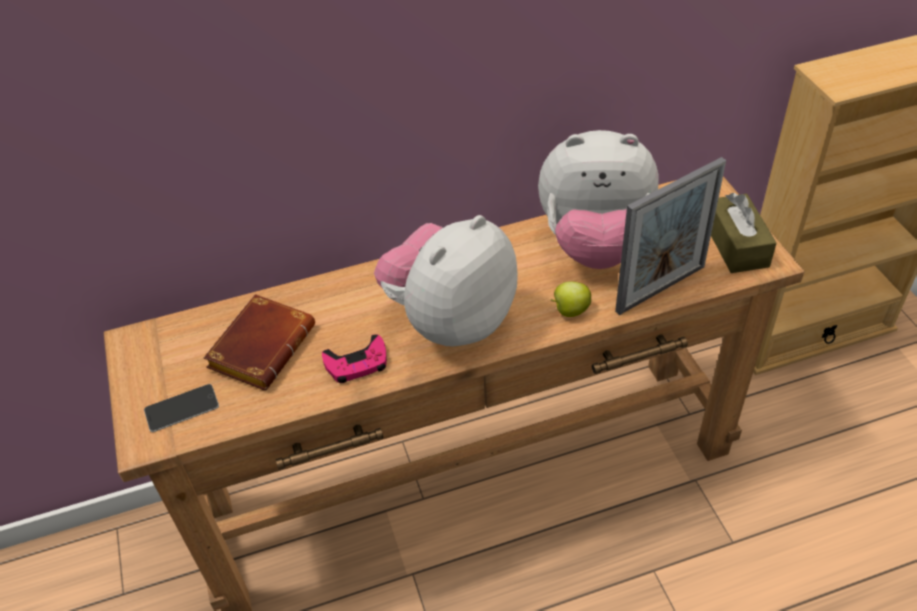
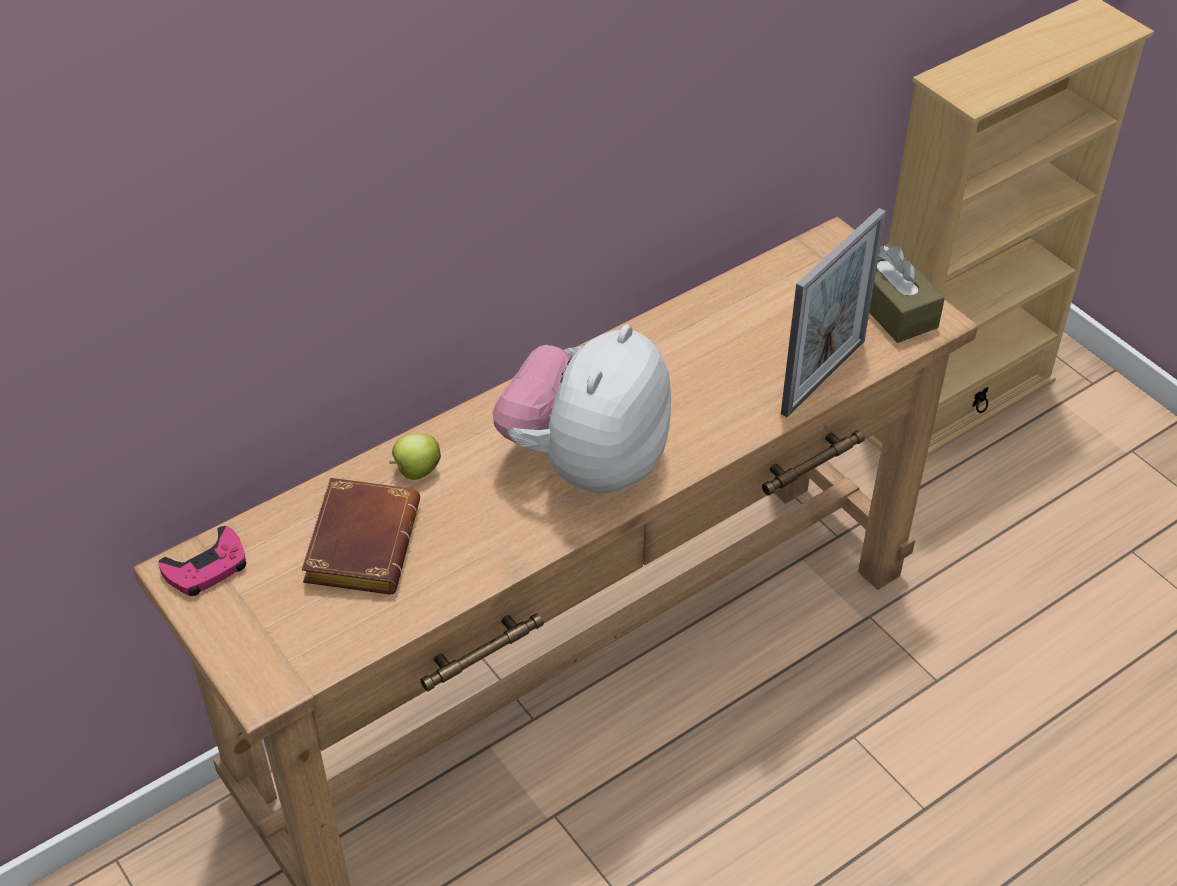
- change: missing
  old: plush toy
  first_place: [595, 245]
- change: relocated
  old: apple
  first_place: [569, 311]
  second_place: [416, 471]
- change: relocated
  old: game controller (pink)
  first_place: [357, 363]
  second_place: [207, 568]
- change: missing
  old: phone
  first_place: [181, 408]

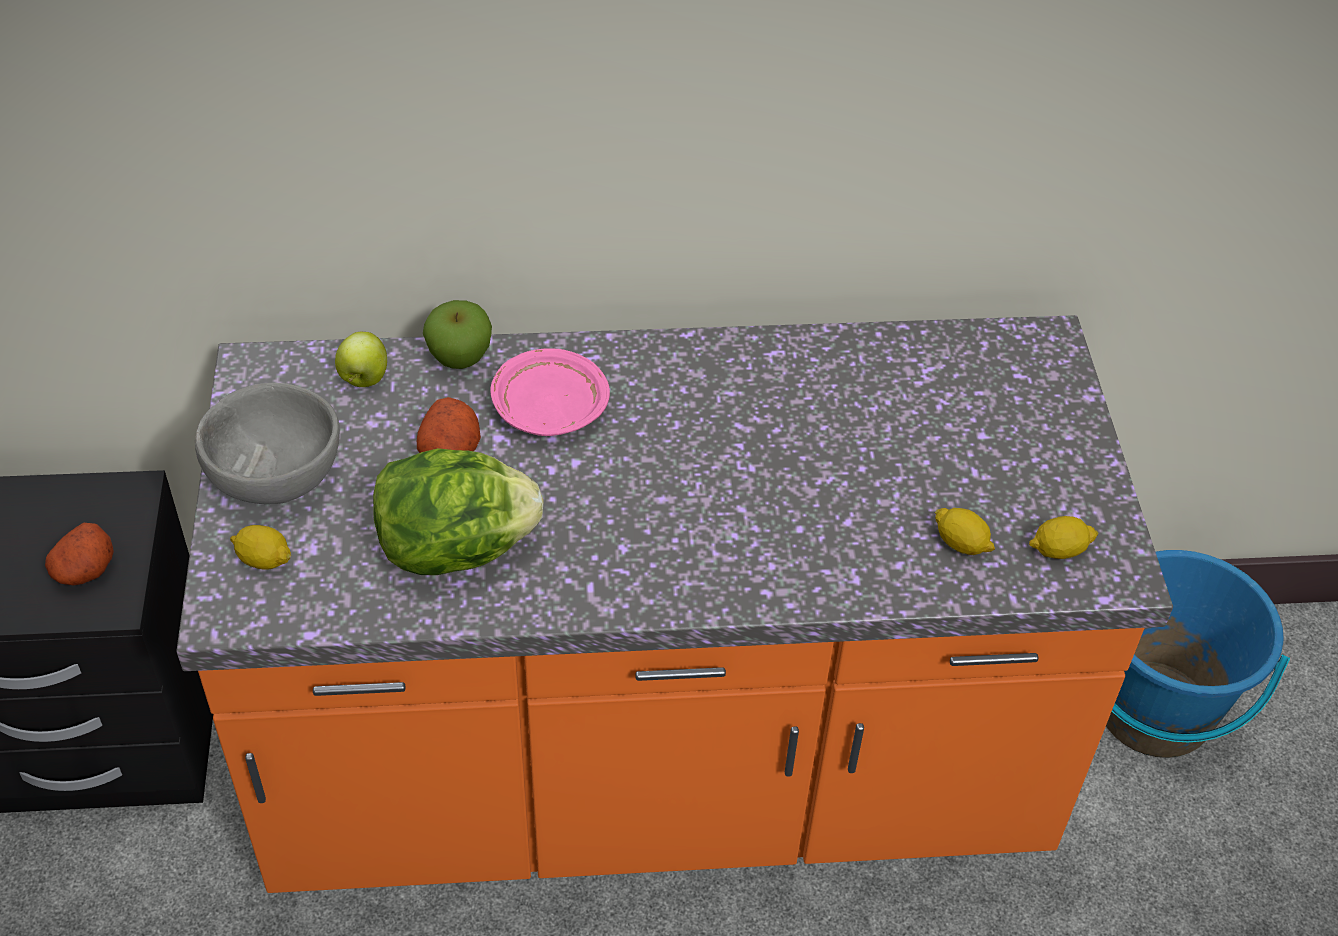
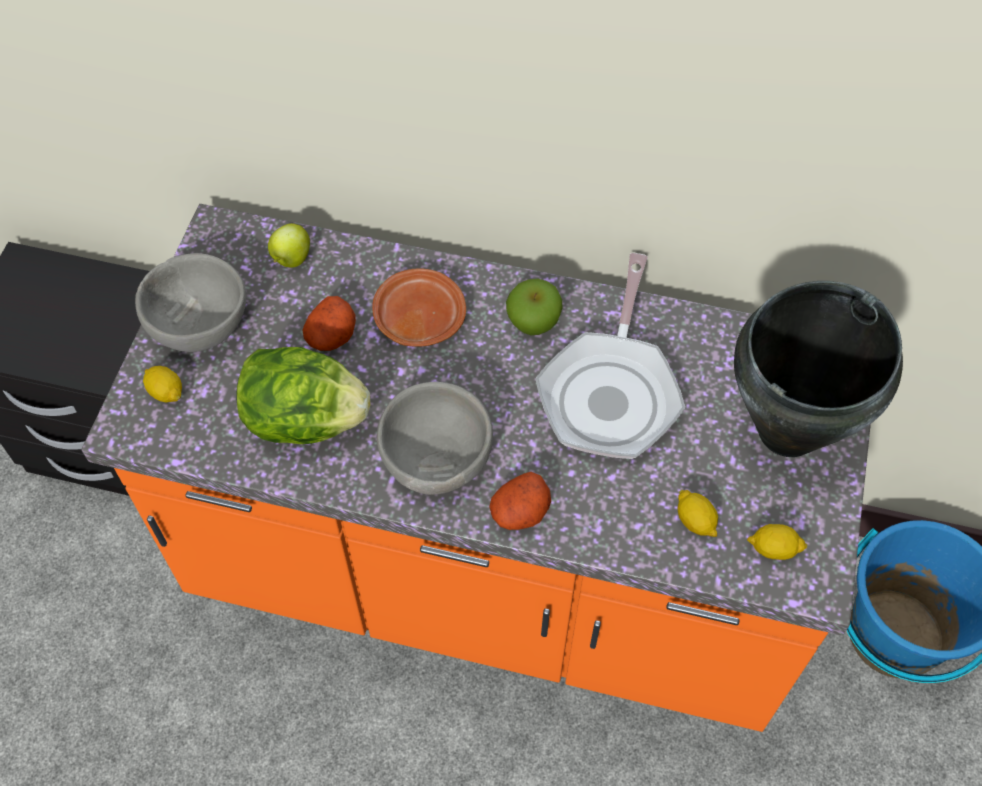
- change: relocated
  old: apple
  first_place: [460, 359]
  second_place: [533, 324]
- change: colour
  old: plate (pink)
  new: plate (brown)
  first_place: [548, 407]
  second_place: [418, 317]
- change: relocated
  old: potato
  first_place: [85, 570]
  second_place: [520, 512]
- change: appeared
  new: frying pan
  second_place: [611, 392]
- change: appeared
  new: cooking pot (black)
  second_place: [789, 431]
- change: appeared
  new: bowl (grey)
  second_place: [439, 457]

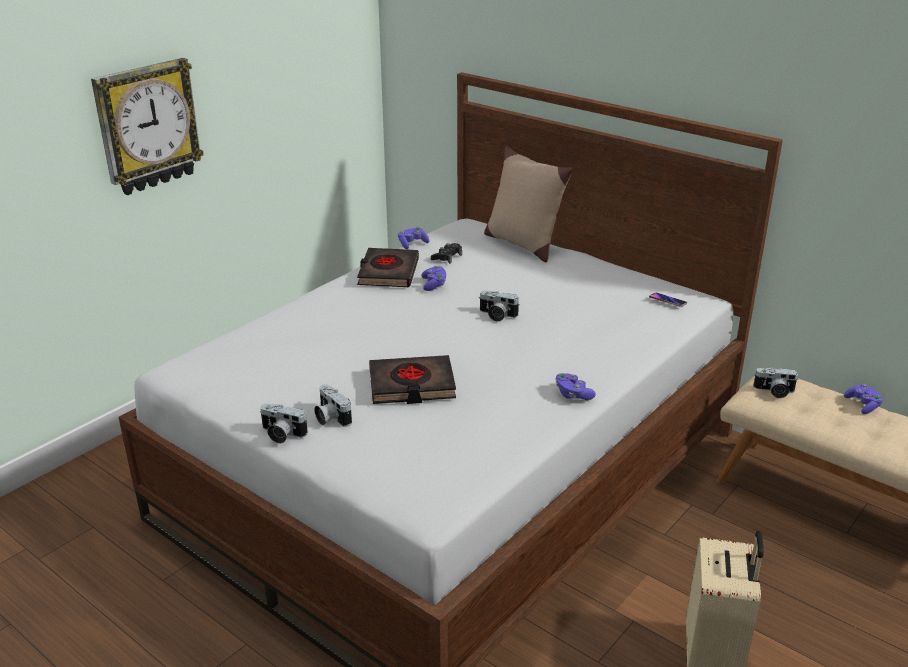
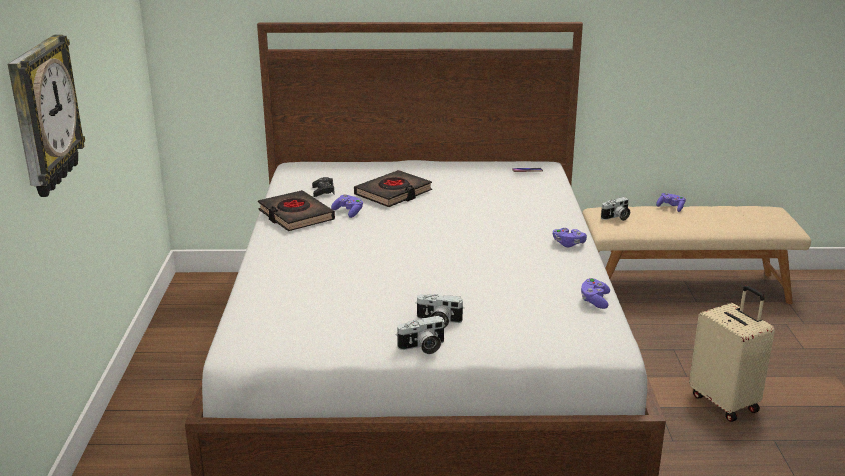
- change: missing
  old: pillow (beige)
  first_place: [523, 244]
- change: relocated
  old: game controller (purple)
  first_place: [412, 244]
  second_place: [594, 300]
- change: missing
  old: photo camera
  first_place: [497, 315]
- change: relocated
  old: book (black)
  first_place: [411, 385]
  second_place: [393, 193]

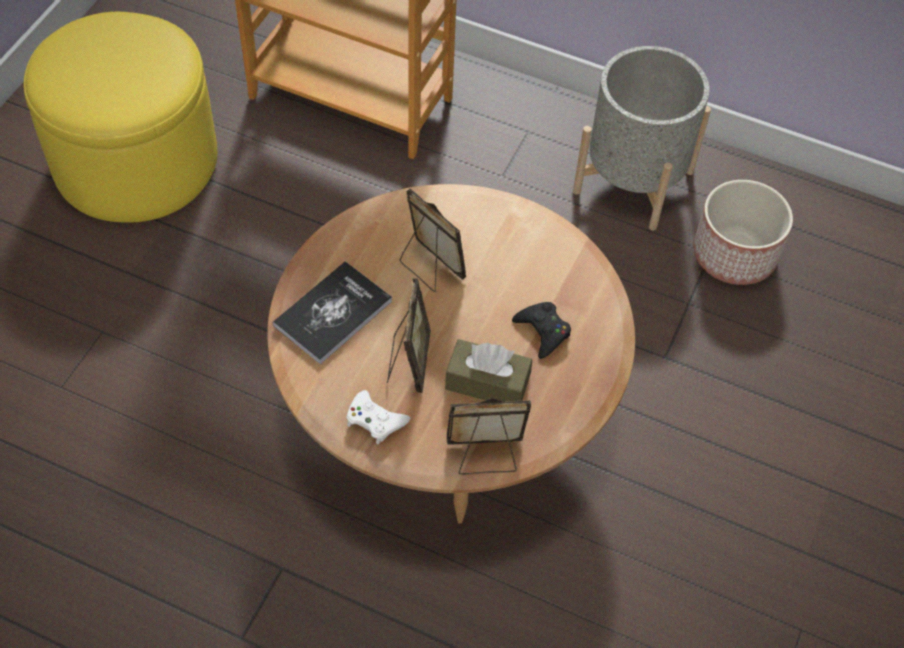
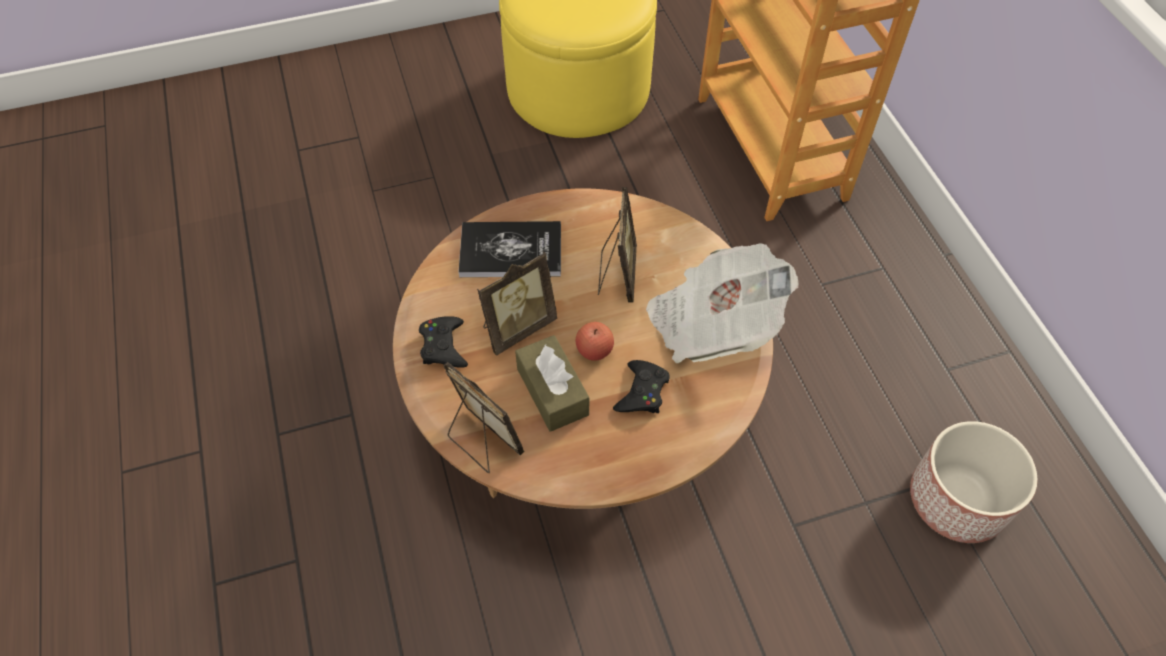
- change: missing
  old: planter (grey)
  first_place: [633, 181]
- change: colour
  old: game controller (white)
  new: game controller (black)
  first_place: [375, 420]
  second_place: [443, 346]
- change: appeared
  new: newspaper
  second_place: [713, 323]
- change: appeared
  new: apple
  second_place: [594, 350]

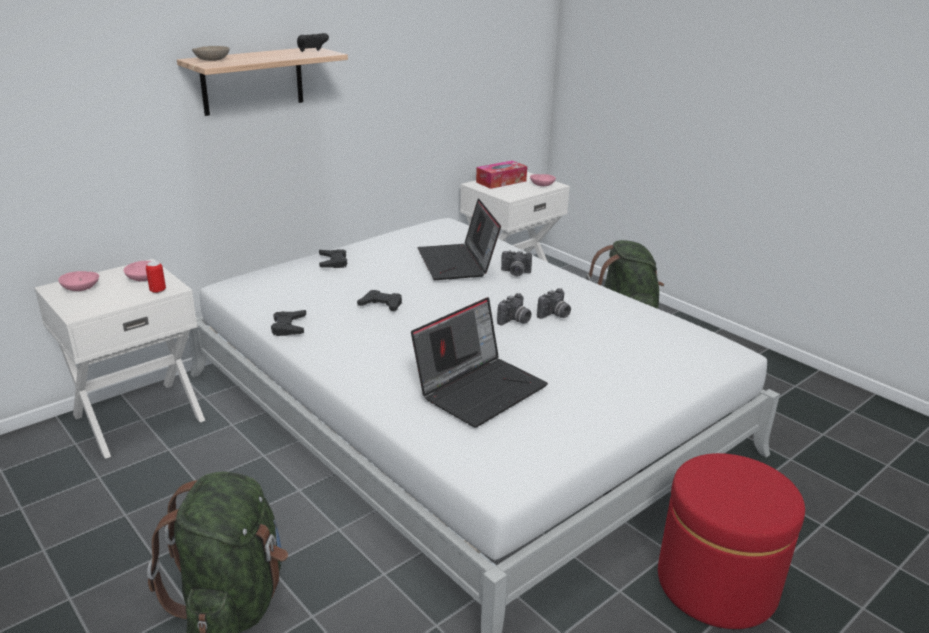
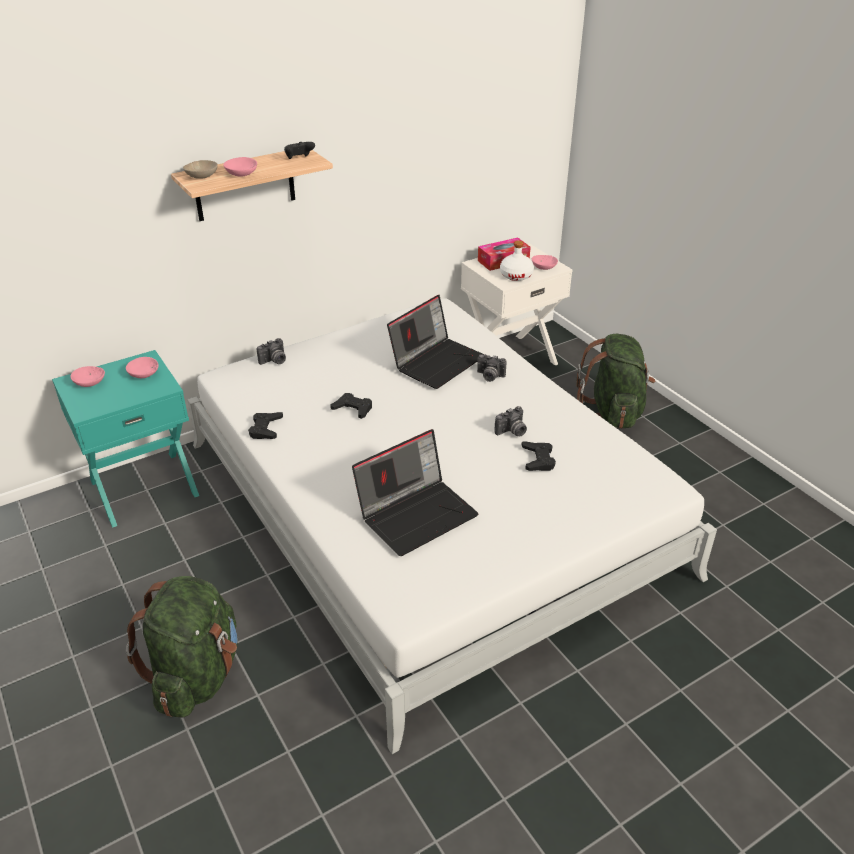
- change: spun
  old: laptop
  first_place: [458, 263]
  second_place: [437, 361]
  degrees: -135
- change: relocated
  old: game controller (black)
  first_place: [333, 262]
  second_place: [538, 459]
- change: colour
  old: nightstand (white)
  new: nightstand (turquoise)
  first_place: [138, 416]
  second_place: [143, 487]
- change: missing
  old: can
  first_place: [158, 291]
- change: relocated
  old: photo camera
  first_place: [515, 321]
  second_place: [274, 361]
- change: missing
  old: ottoman (red)
  first_place: [716, 584]
- change: appeared
  new: bowl (pink)
  second_place: [241, 173]
- change: appeared
  new: bottle (white)
  second_place: [516, 275]

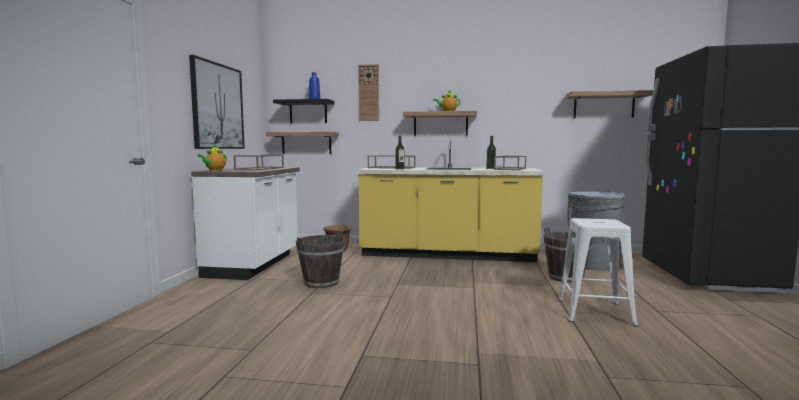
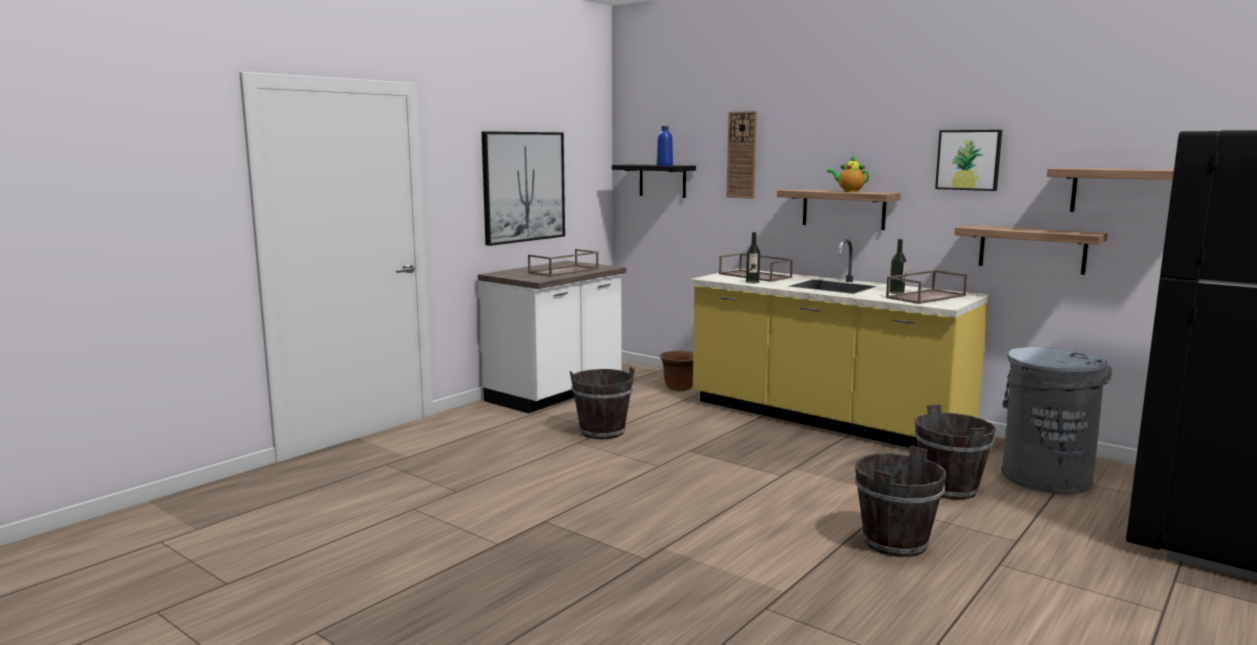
- change: relocated
  old: shelf
  first_place: [306, 143]
  second_place: [1032, 249]
- change: missing
  old: teapot
  first_place: [214, 170]
- change: exchanged
  old: stool (white)
  new: bucket (brown)
  first_place: [594, 312]
  second_place: [894, 542]
- change: appeared
  new: picture
  second_place: [968, 160]

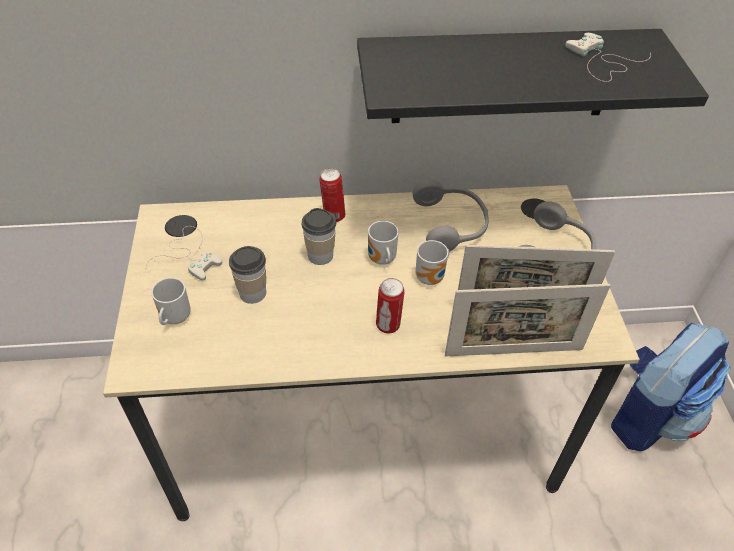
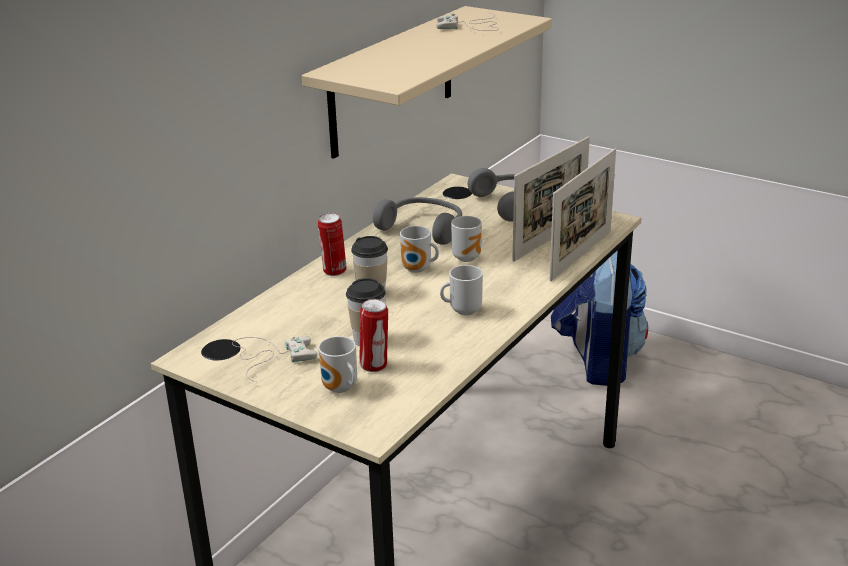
- change: colour
  old: shelf (black)
  new: shelf (beige)
  first_place: [503, 77]
  second_place: [392, 81]
- change: relocated
  old: can
  first_place: [388, 326]
  second_place: [375, 366]
- change: appeared
  new: mug
  second_place: [463, 310]

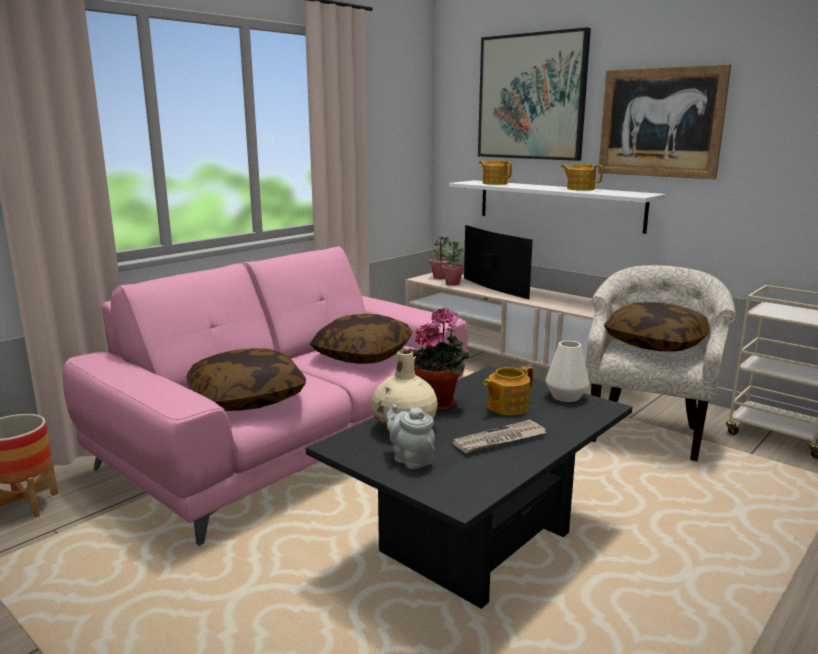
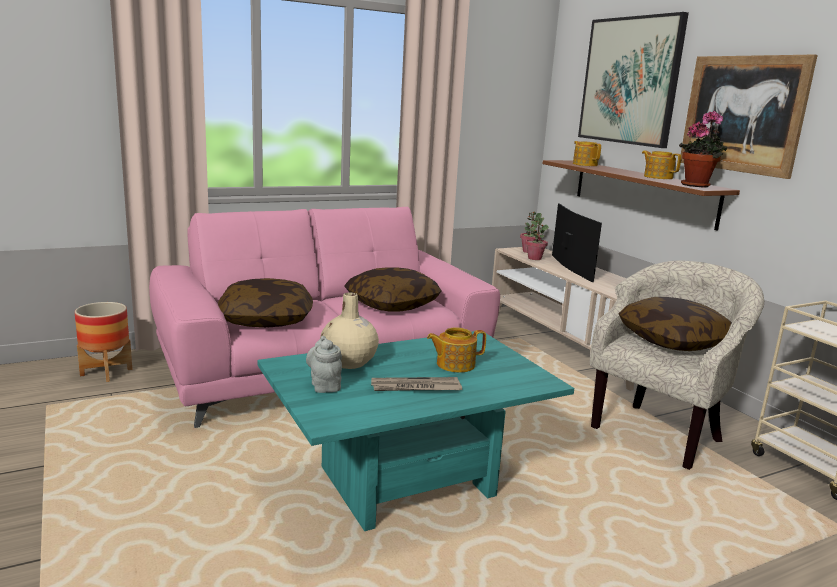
- change: colour
  old: shelf (white)
  new: shelf (brown)
  first_place: [558, 205]
  second_place: [642, 192]
- change: relocated
  old: potted plant
  first_place: [439, 403]
  second_place: [697, 185]
- change: missing
  old: vase (white)
  first_place: [566, 396]
- change: colour
  old: coffee table (black)
  new: coffee table (turquoise)
  first_place: [475, 543]
  second_place: [407, 482]

